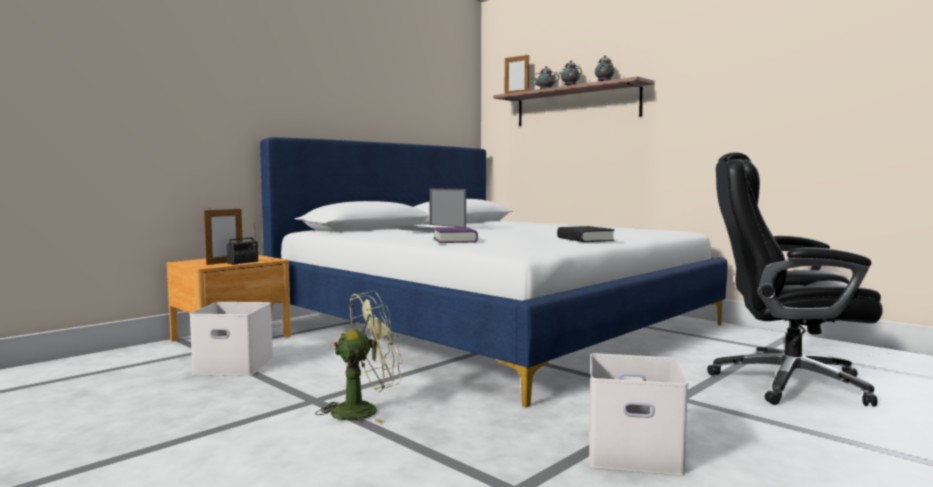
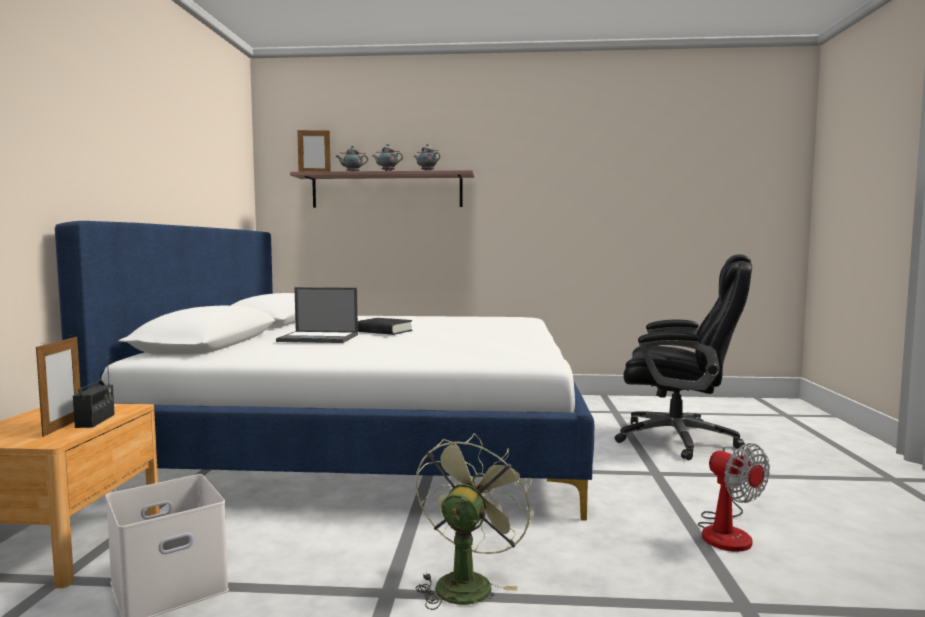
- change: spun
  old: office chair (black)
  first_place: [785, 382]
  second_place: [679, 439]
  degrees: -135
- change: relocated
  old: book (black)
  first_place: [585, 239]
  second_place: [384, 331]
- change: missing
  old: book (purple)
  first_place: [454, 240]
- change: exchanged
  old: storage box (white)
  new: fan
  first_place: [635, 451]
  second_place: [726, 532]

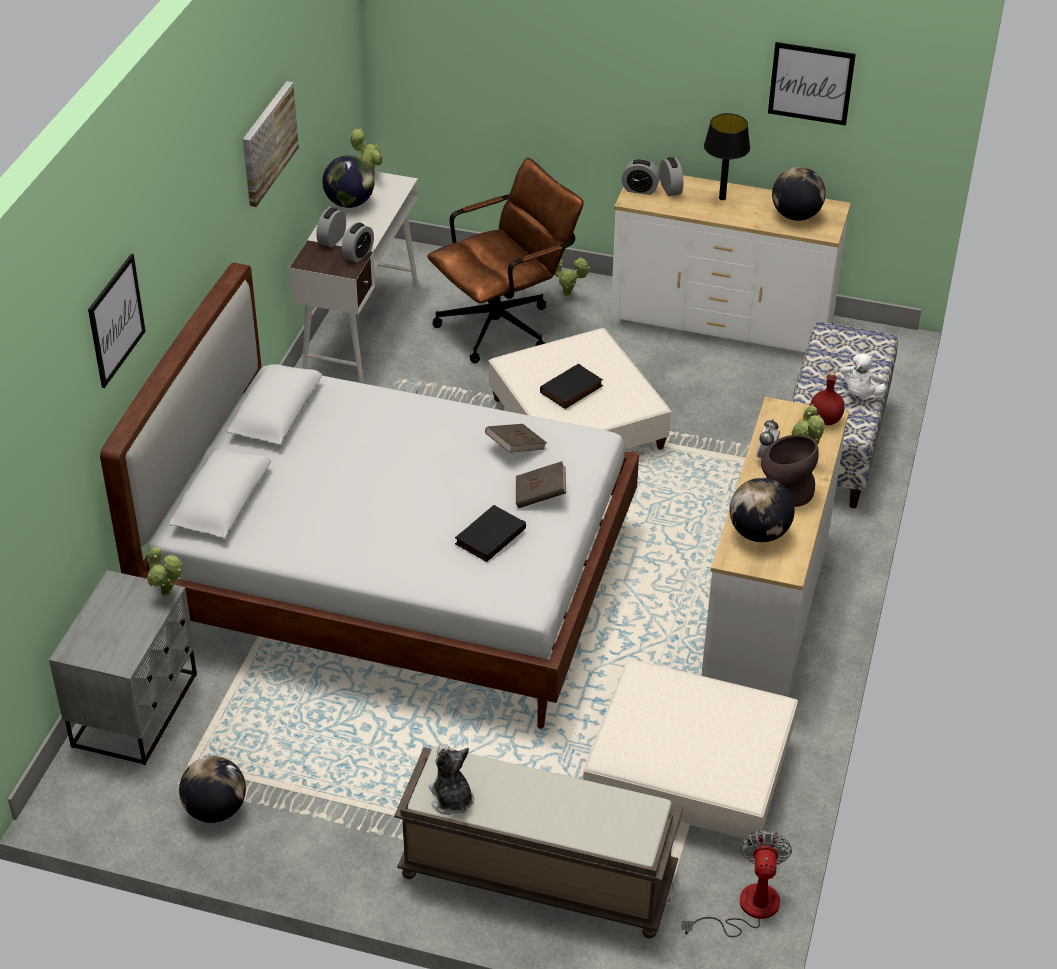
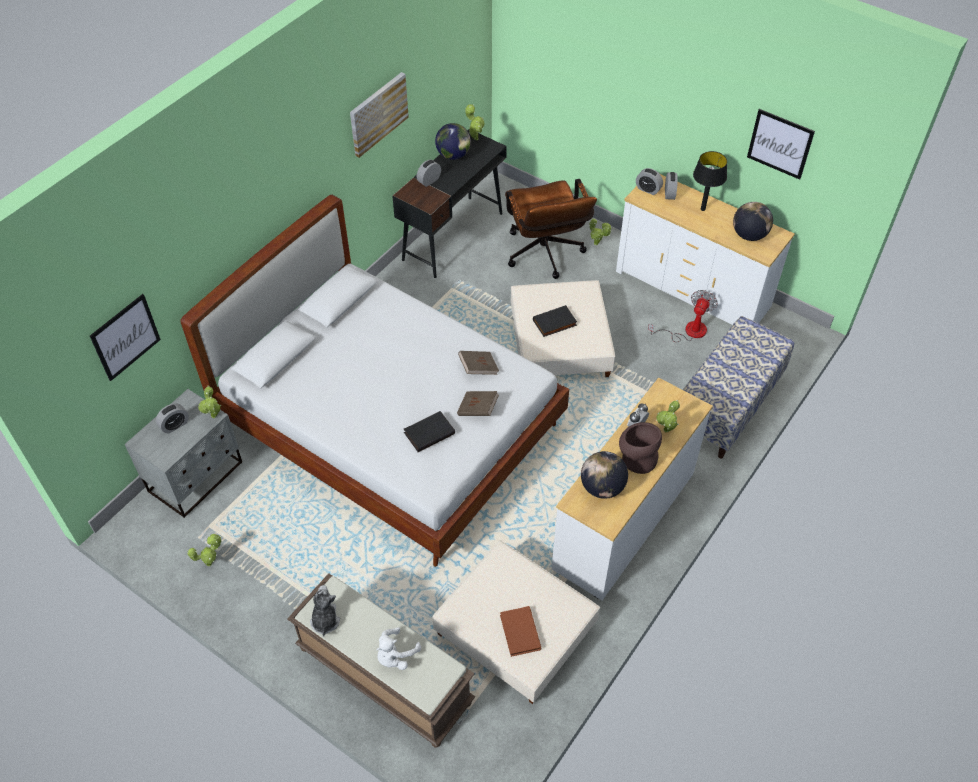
- change: spun
  old: office chair (brown)
  first_place: [505, 325]
  second_place: [545, 256]
  degrees: 90
- change: colour
  old: desk (white)
  new: desk (black)
  first_place: [362, 326]
  second_place: [453, 236]
- change: relocated
  old: alarm clock
  first_place: [358, 255]
  second_place: [175, 425]
- change: relocated
  old: picture
  first_place: [116, 320]
  second_place: [125, 337]
- change: relocated
  old: plush toy (white)
  first_place: [860, 393]
  second_place: [395, 656]
- change: missing
  old: bottle (red)
  first_place: [825, 420]
- change: exchanged
  old: globe
  new: potted plant
  first_place: [215, 809]
  second_place: [211, 562]
- change: relocated
  old: fan
  first_place: [746, 909]
  second_place: [687, 331]
- change: appeared
  new: book (brown)
  second_place: [519, 632]

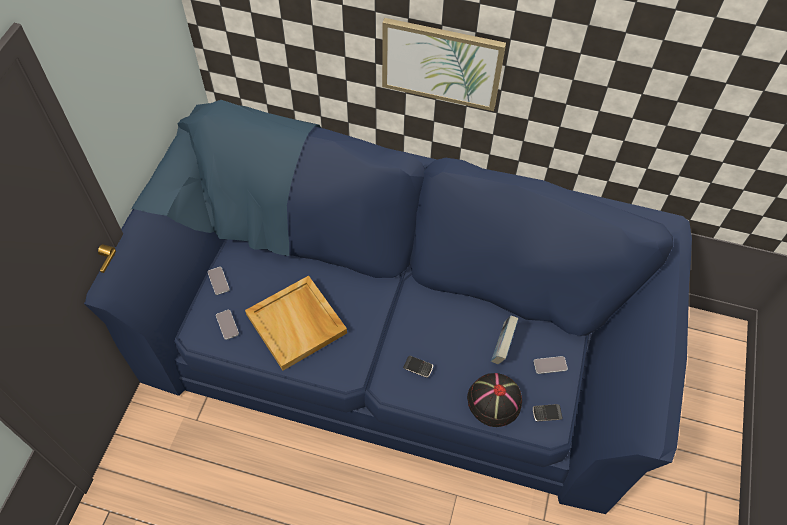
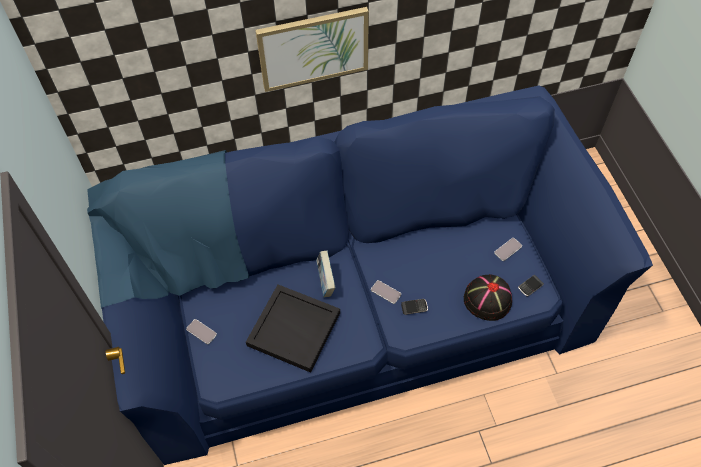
- change: colour
  old: tray (beige)
  new: tray (black)
  first_place: [297, 324]
  second_place: [295, 329]
- change: relocated
  old: phone
  first_place: [227, 325]
  second_place: [385, 292]
- change: relocated
  old: book
  first_place: [501, 348]
  second_place: [326, 282]

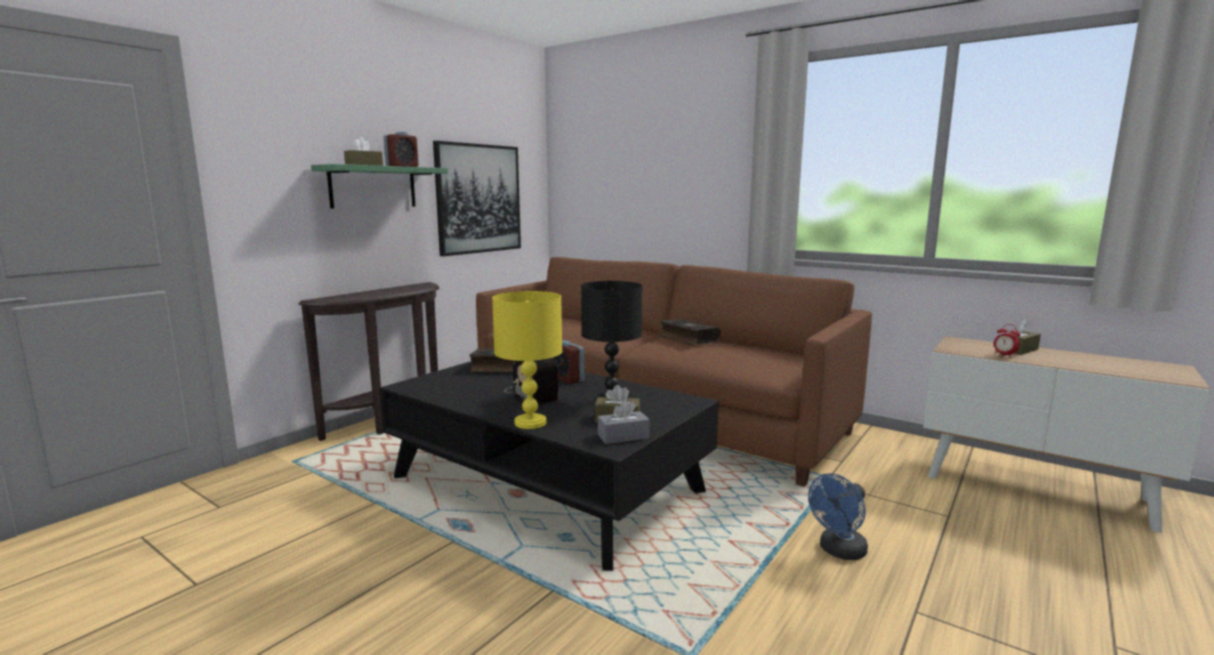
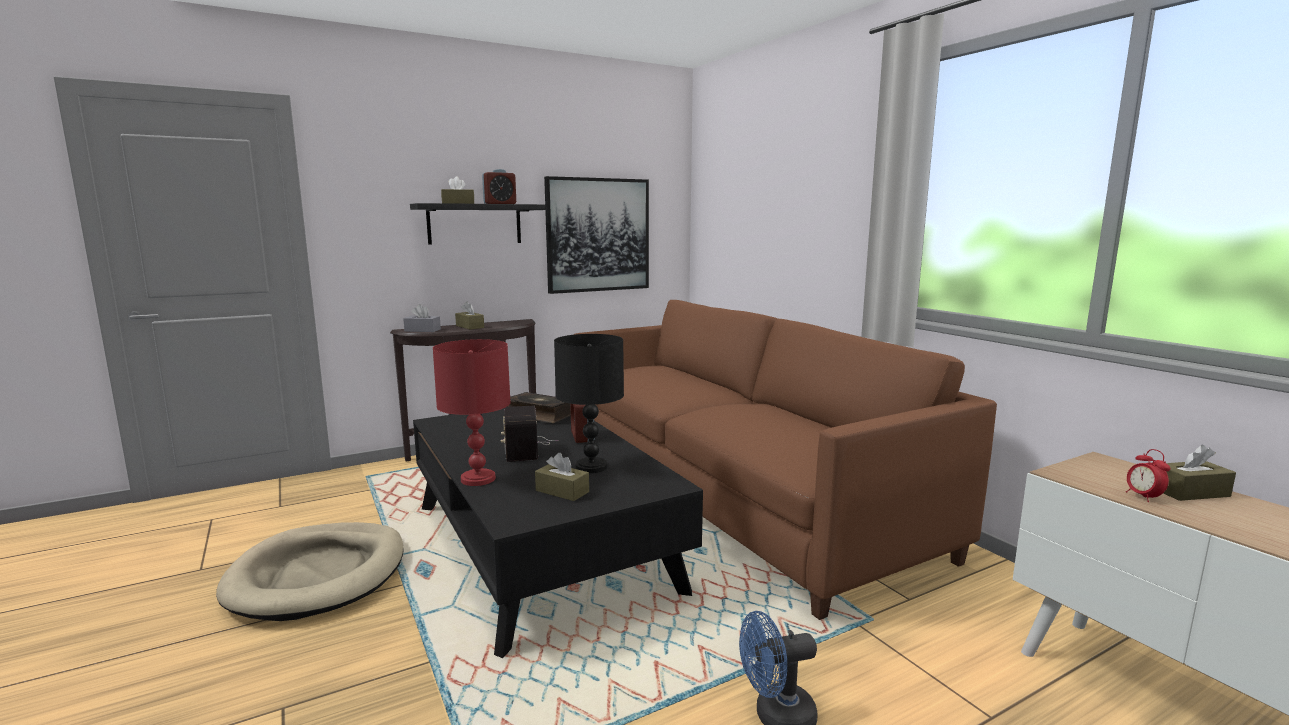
- change: colour
  old: shelf (green)
  new: shelf (black)
  first_place: [373, 187]
  second_place: [474, 224]
- change: colour
  old: table lamp (yellow)
  new: table lamp (red)
  first_place: [530, 422]
  second_place: [478, 478]
- change: missing
  old: book
  first_place: [688, 339]
- change: relocated
  old: tissue box (grey)
  first_place: [623, 436]
  second_place: [422, 330]
- change: appeared
  new: tissue box (brown)
  second_place: [470, 326]
- change: appeared
  new: dog bed (beige)
  second_place: [319, 575]

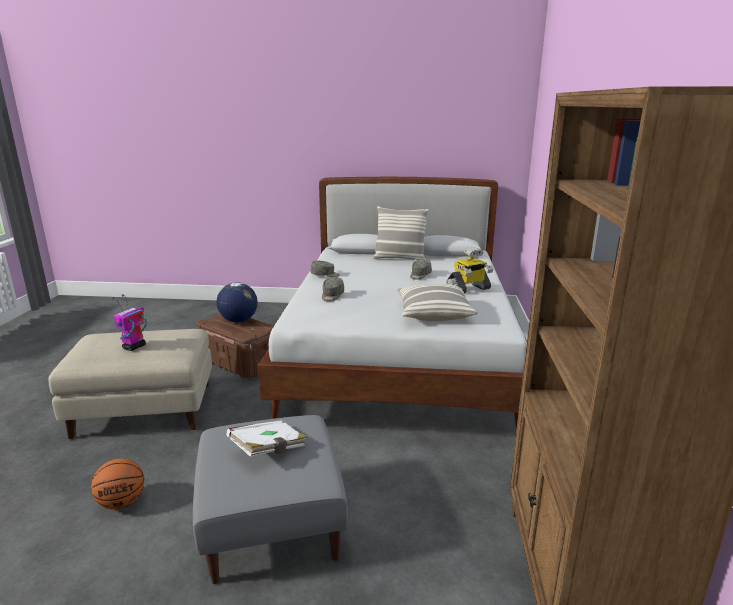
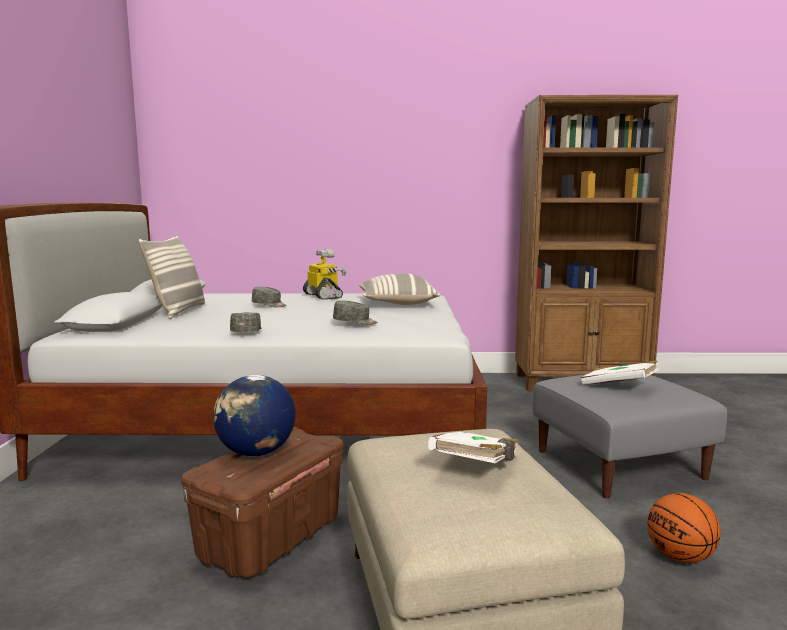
- change: exchanged
  old: toy robot
  new: book (white)
  first_place: [134, 347]
  second_place: [477, 466]

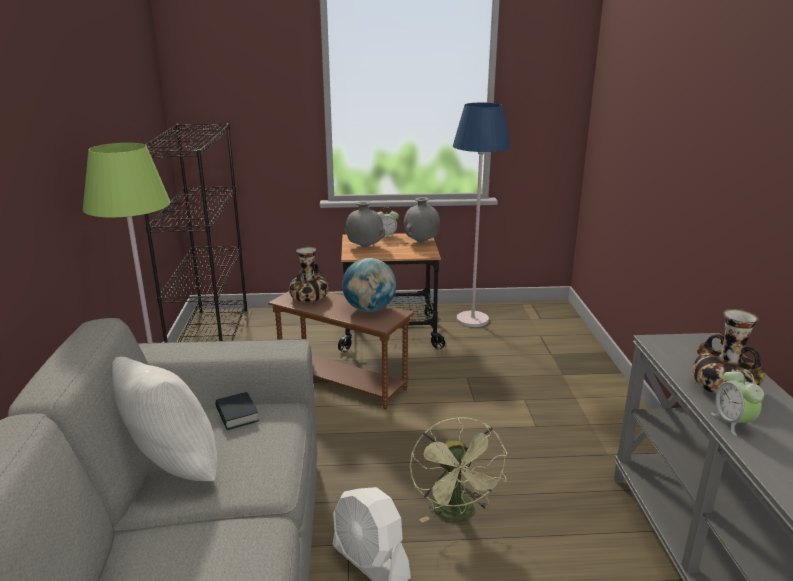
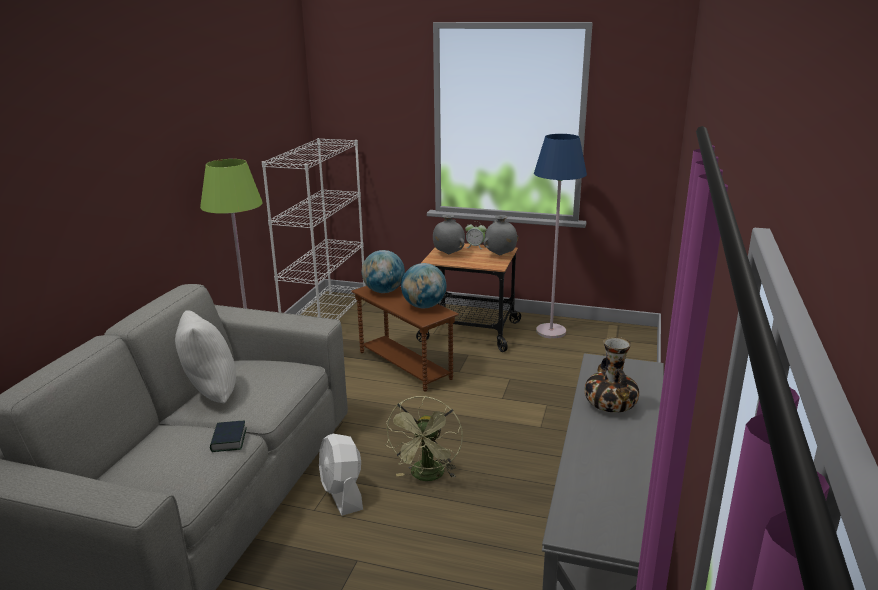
- change: colour
  old: bookcase (black)
  new: bookcase (white)
  first_place: [211, 338]
  second_place: [326, 315]
- change: exchanged
  old: vase
  new: globe
  first_place: [308, 298]
  second_place: [383, 291]
- change: missing
  old: alarm clock
  first_place: [732, 423]
- change: relocated
  old: book
  first_place: [237, 415]
  second_place: [228, 440]

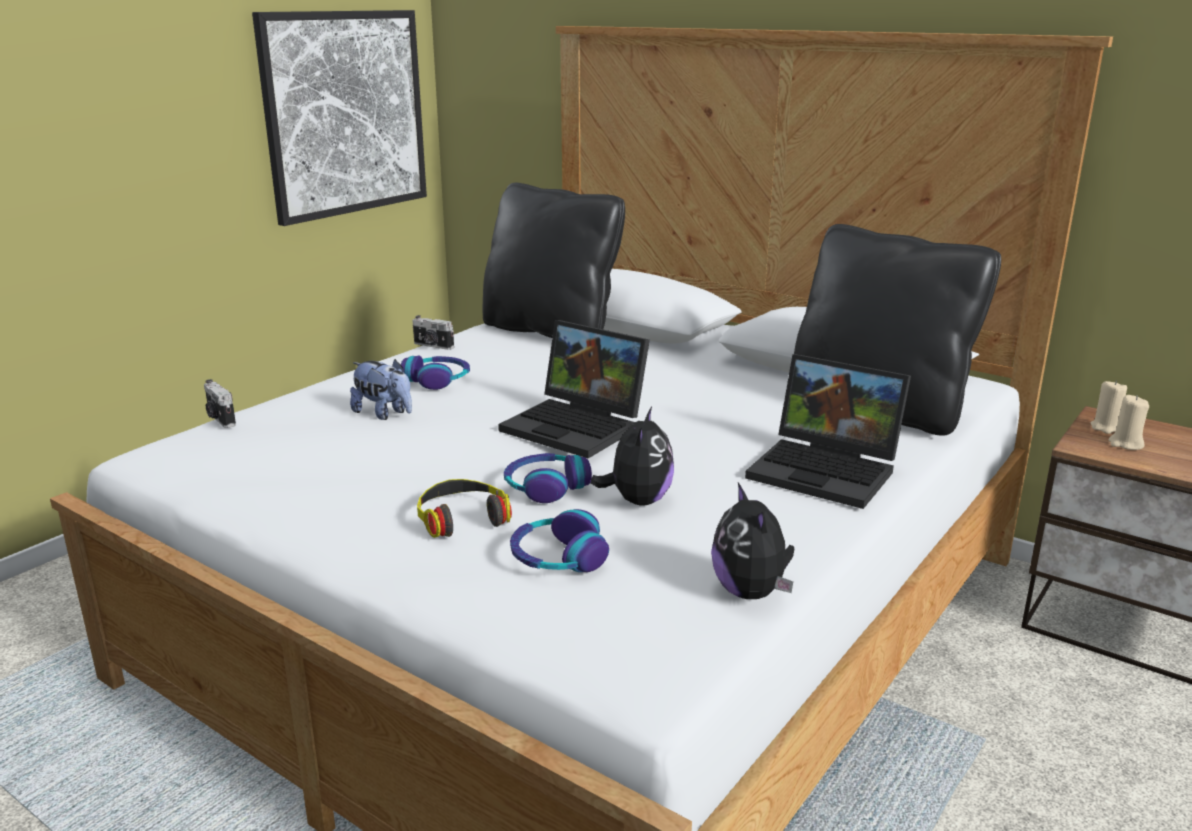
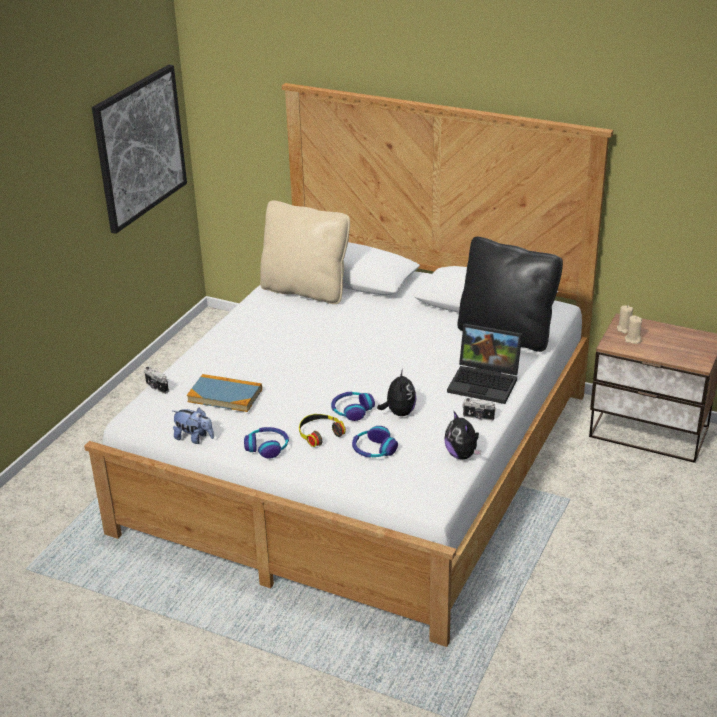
- change: colour
  old: pillow (black)
  new: pillow (beige)
  first_place: [551, 331]
  second_place: [306, 290]
- change: relocated
  old: photo camera
  first_place: [433, 346]
  second_place: [478, 417]
- change: missing
  old: laptop
  first_place: [578, 426]
- change: relocated
  old: headphones
  first_place: [437, 380]
  second_place: [267, 447]
- change: relocated
  old: plush toy
  first_place: [384, 414]
  second_place: [194, 438]
- change: appeared
  new: book
  second_place: [225, 395]

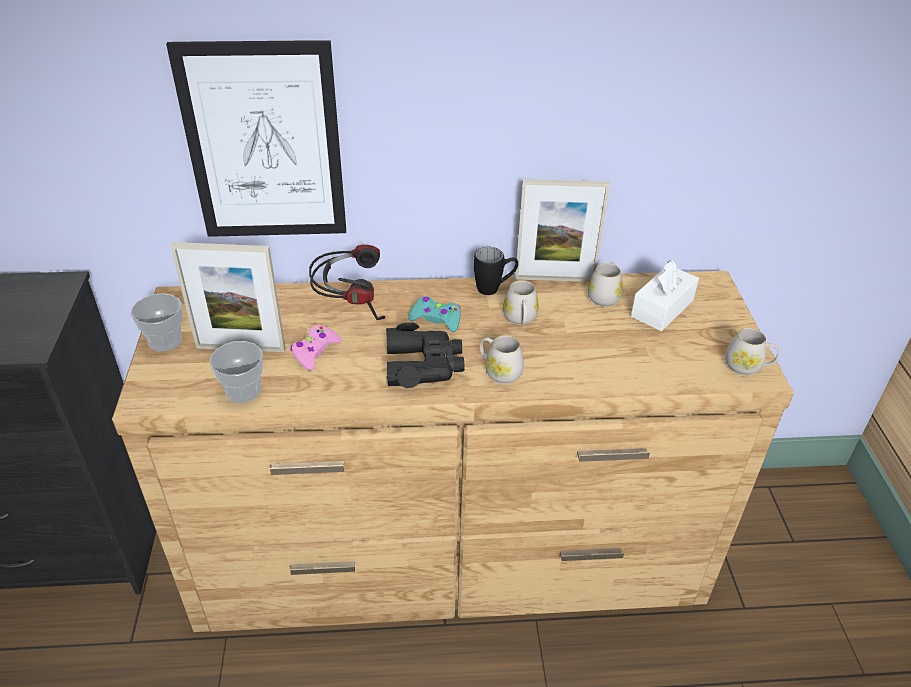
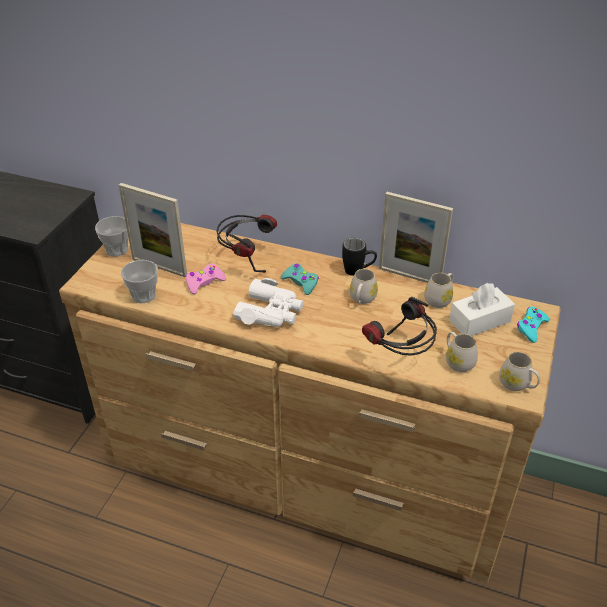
- change: missing
  old: picture
  first_place: [264, 144]
- change: colour
  old: binoculars (black)
  new: binoculars (white)
  first_place: [424, 365]
  second_place: [270, 312]
- change: relocated
  old: mug (white)
  first_place: [499, 371]
  second_place: [457, 361]
- change: appeared
  new: headphones
  second_place: [400, 356]
- change: appeared
  new: game controller (turquoise)
  second_place: [531, 328]

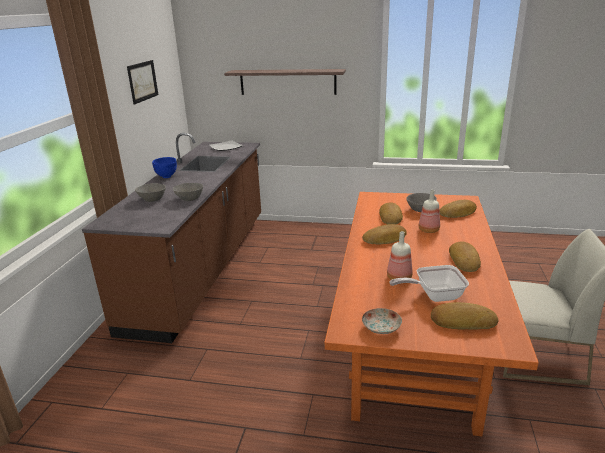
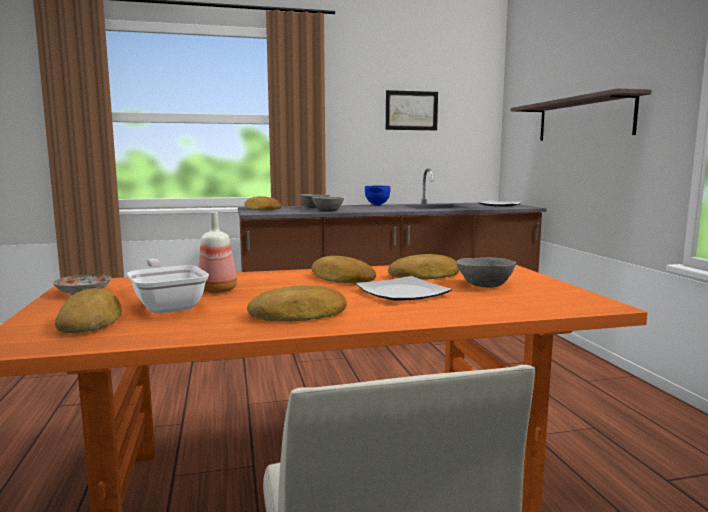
- change: exchanged
  old: bottle
  new: plate
  first_place: [428, 230]
  second_place: [403, 292]
- change: relocated
  old: bread
  first_place: [458, 213]
  second_place: [262, 209]

